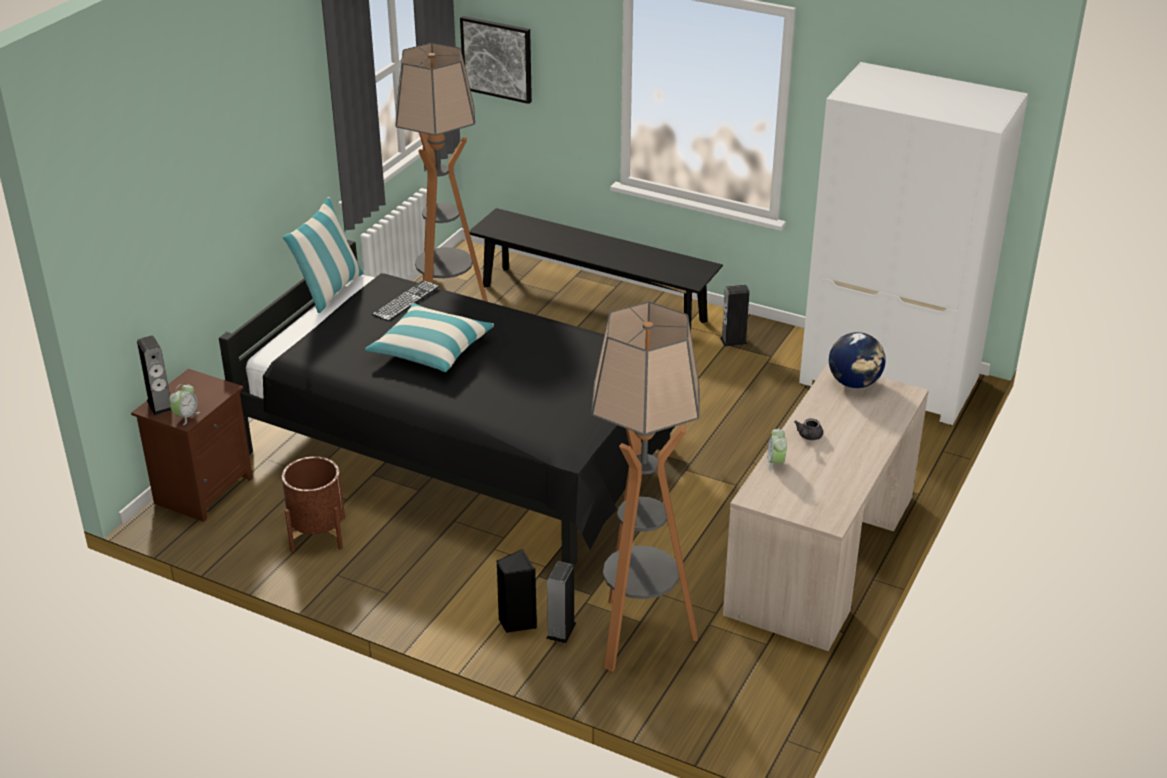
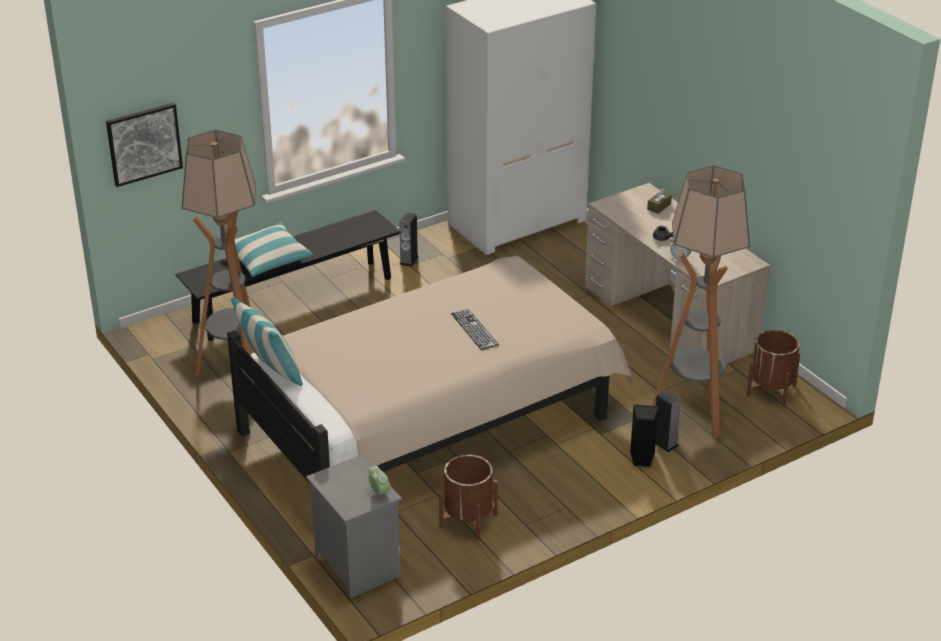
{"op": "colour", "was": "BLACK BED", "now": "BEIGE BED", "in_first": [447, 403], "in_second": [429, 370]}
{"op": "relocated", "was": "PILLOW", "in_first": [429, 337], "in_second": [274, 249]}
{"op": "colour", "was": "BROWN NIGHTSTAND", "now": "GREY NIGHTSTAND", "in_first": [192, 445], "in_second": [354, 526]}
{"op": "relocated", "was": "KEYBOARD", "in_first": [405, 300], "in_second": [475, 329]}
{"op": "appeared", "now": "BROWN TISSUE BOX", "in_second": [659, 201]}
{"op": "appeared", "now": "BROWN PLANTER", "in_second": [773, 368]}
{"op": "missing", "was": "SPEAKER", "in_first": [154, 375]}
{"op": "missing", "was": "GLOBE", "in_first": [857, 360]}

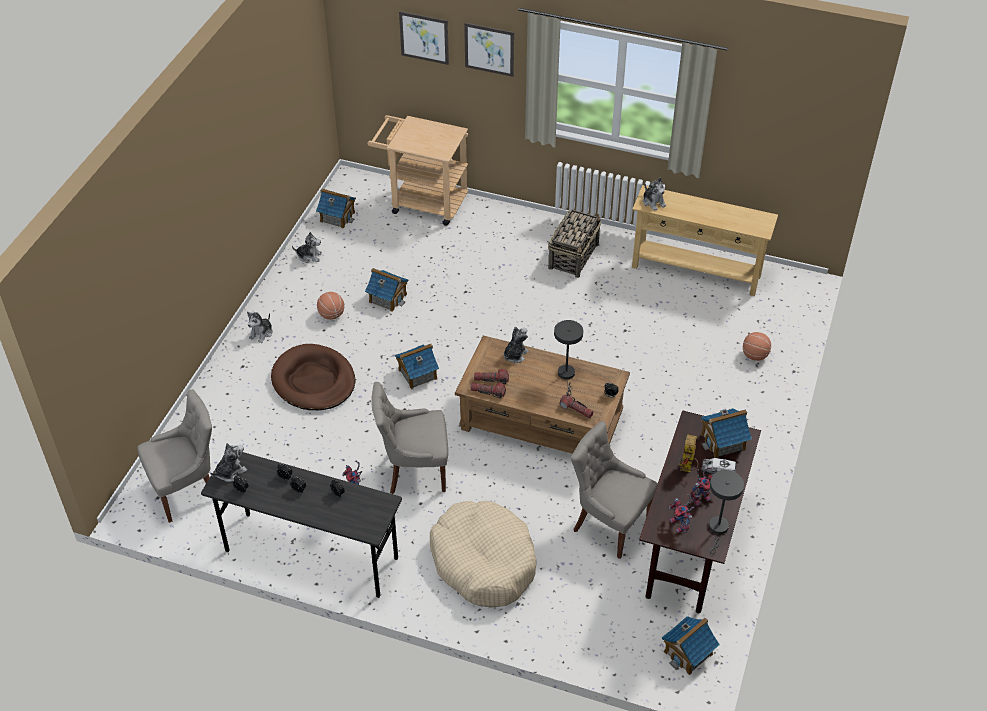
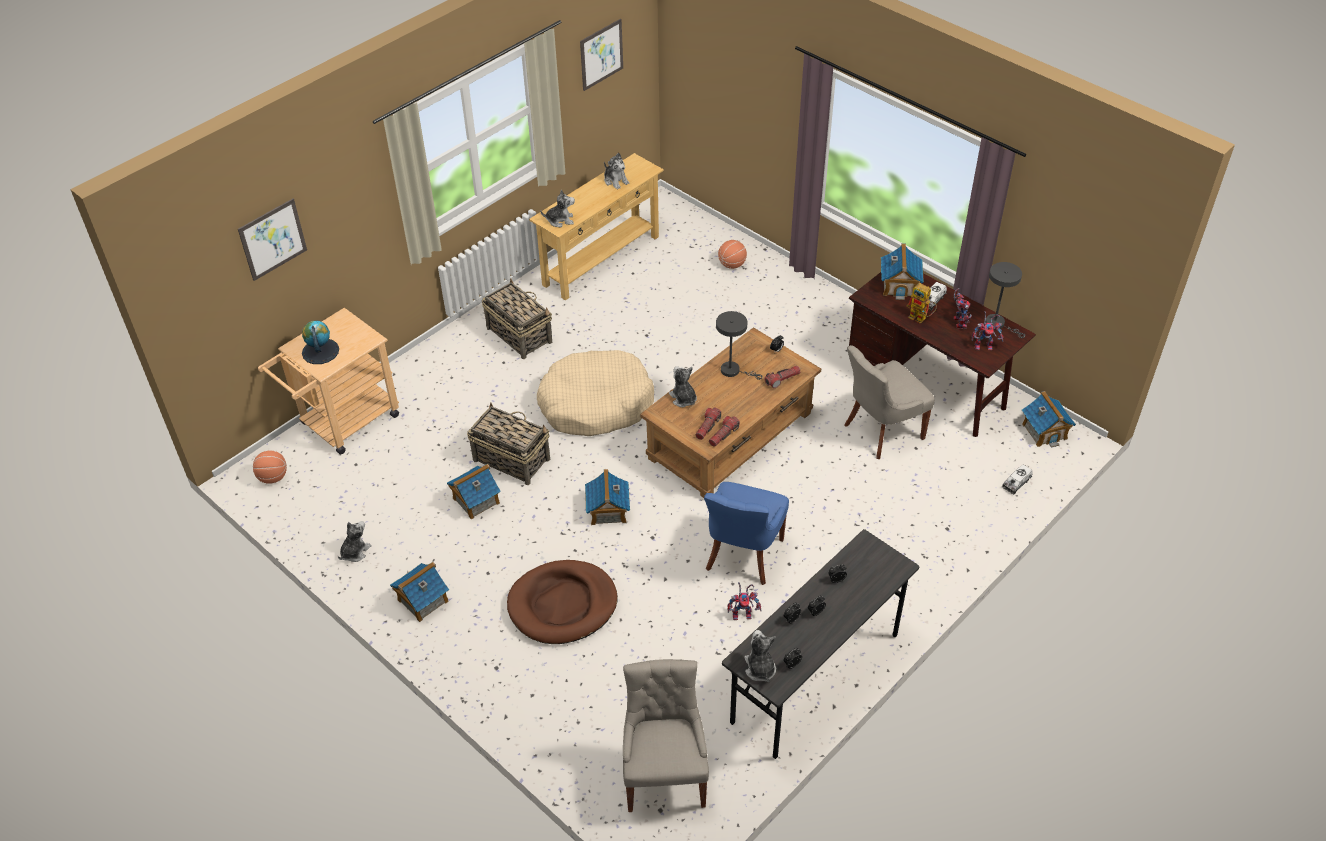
{"op": "relocated", "was": "BASKETBALL", "in_first": [330, 306], "in_second": [270, 467]}
{"op": "appeared", "now": "GLOBE", "in_second": [320, 342]}
{"op": "relocated", "was": "TOY HOUSE", "in_first": [336, 208], "in_second": [419, 592]}
{"op": "appeared", "now": "BASKET", "in_second": [508, 443]}
{"op": "relocated", "was": "BEIGE DOG BED", "in_first": [483, 554], "in_second": [595, 393]}
{"op": "relocated", "was": "PICTURE", "in_first": [489, 50], "in_second": [601, 55]}
{"op": "relocated", "was": "PLUSH TOY", "in_first": [260, 327], "in_second": [616, 171]}
{"op": "colour", "was": "GREY CHAIR", "now": "BLUE CHAIR", "in_first": [409, 438], "in_second": [746, 533]}
{"op": "appeared", "now": "TOY TRUCK", "in_second": [1017, 479]}

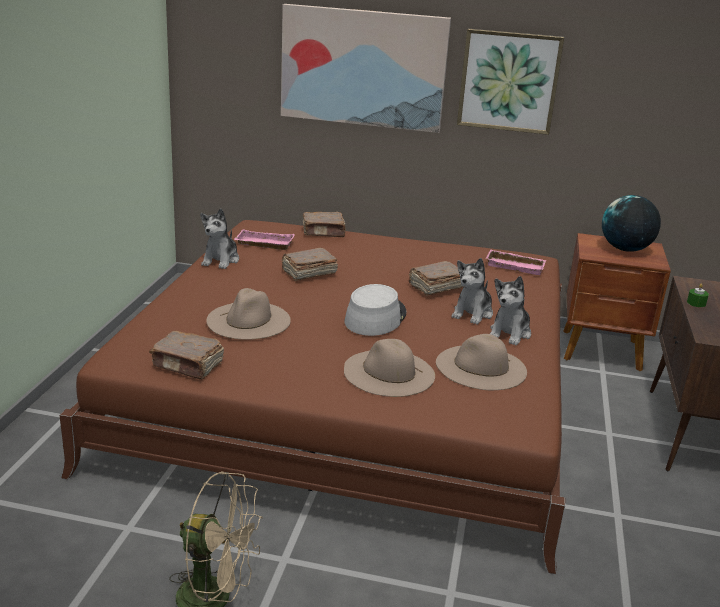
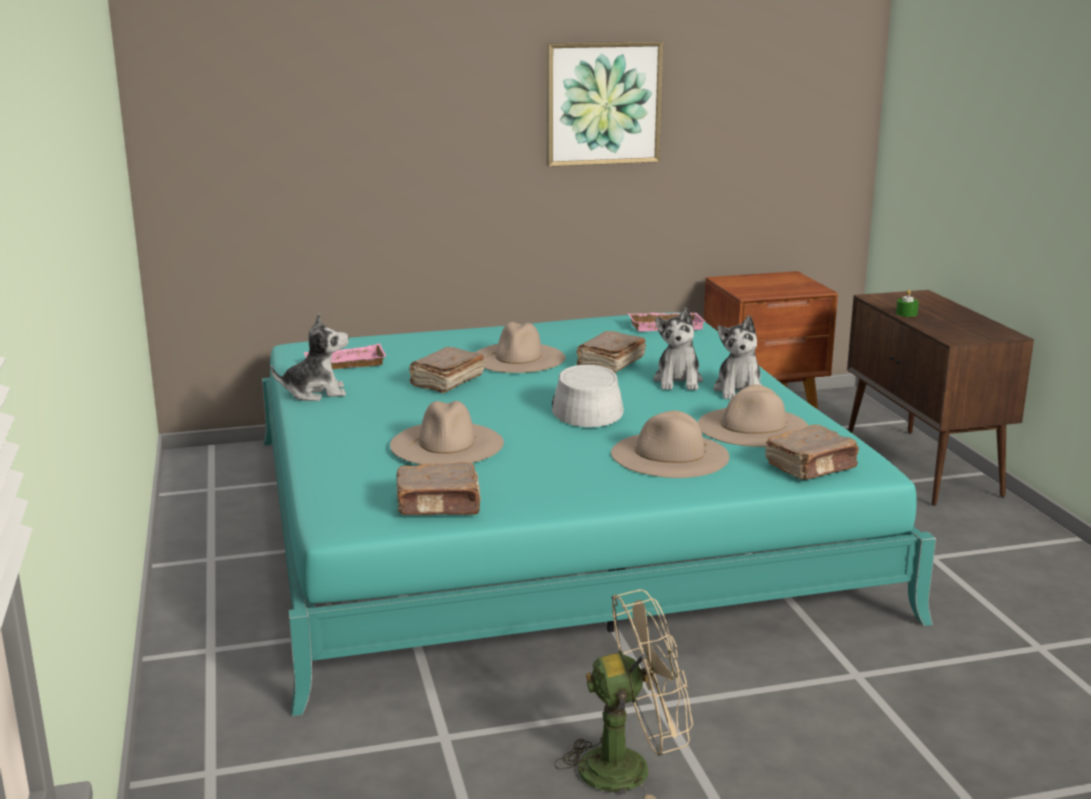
{"op": "colour", "was": "BROWN BED", "now": "TURQUOISE BED", "in_first": [312, 397], "in_second": [599, 514]}
{"op": "spun", "was": "PLUSH TOY", "in_first": [219, 238], "in_second": [309, 357], "clockwise": -90}
{"op": "appeared", "now": "BEIGE HAT", "in_second": [520, 347]}
{"op": "relocated", "was": "BROWN BOOK", "in_first": [324, 224], "in_second": [812, 452]}
{"op": "missing", "was": "PICTURE", "in_first": [366, 68]}
{"op": "missing", "was": "GLOBE", "in_first": [631, 223]}

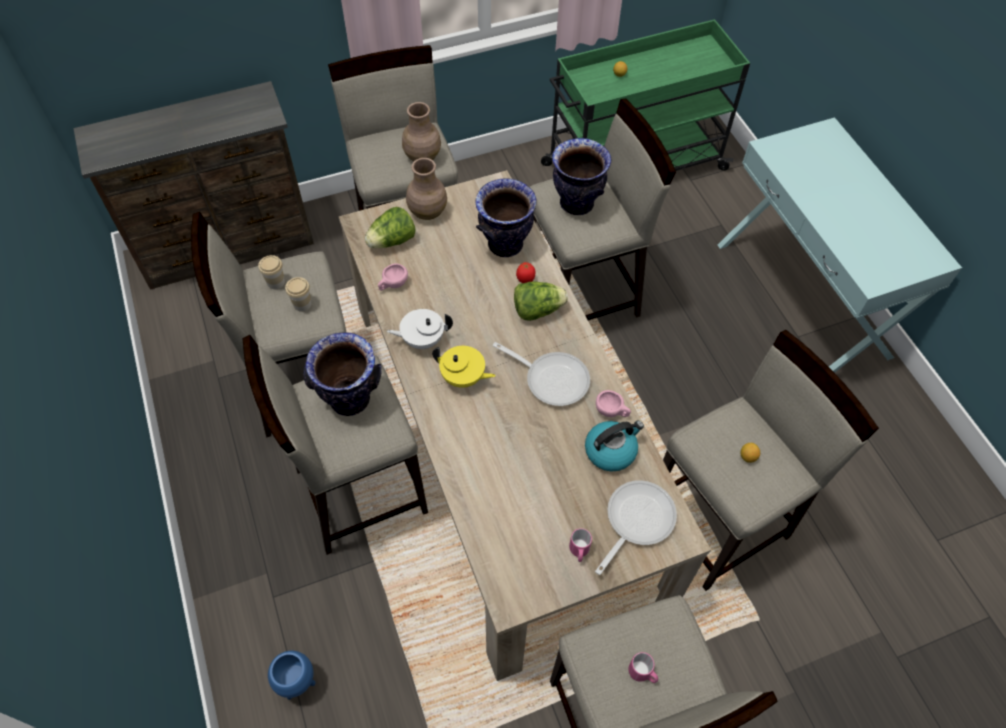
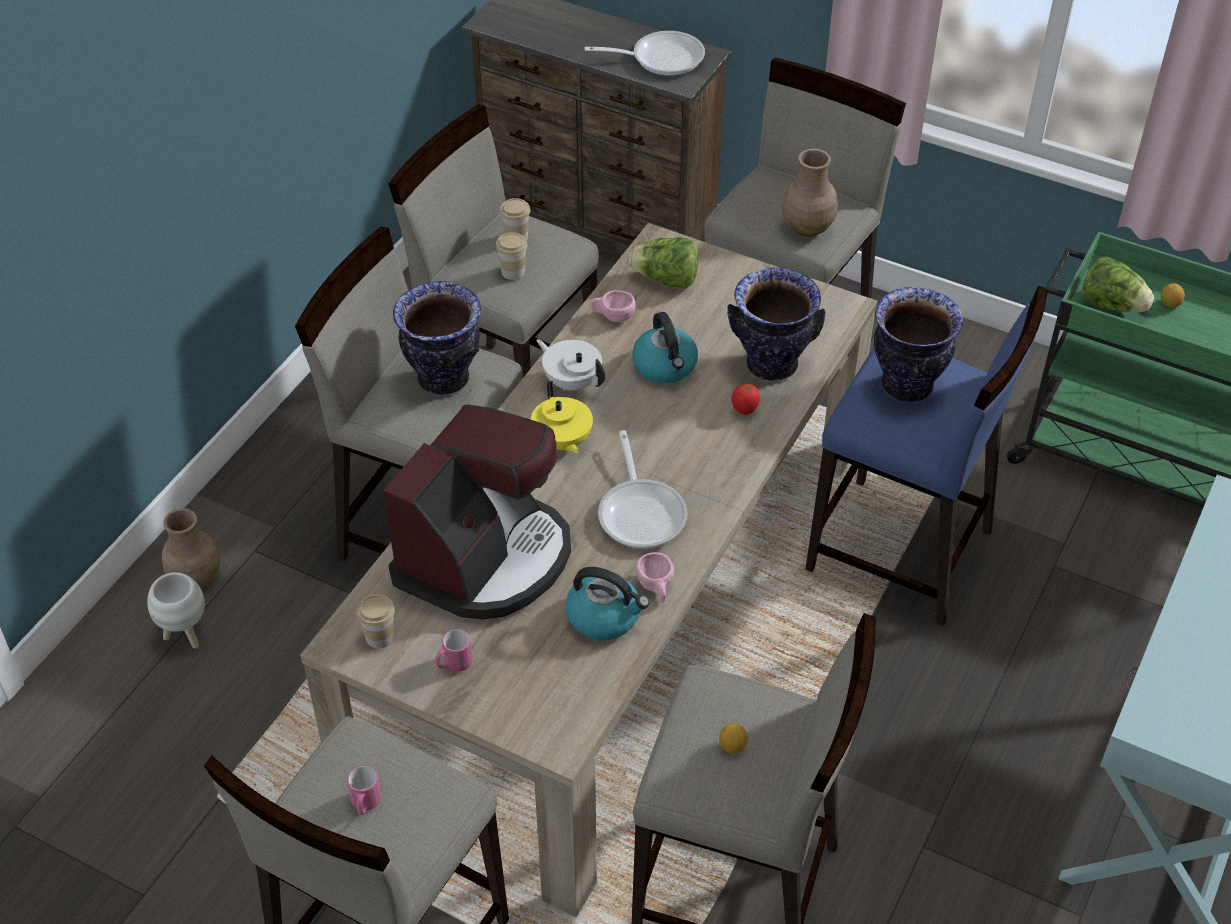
{"op": "colour", "was": "BLUE PLANTER", "now": "WHITE PLANTER", "in_first": [292, 675], "in_second": [176, 610]}
{"op": "relocated", "was": "BROWN VASE", "in_first": [426, 189], "in_second": [191, 548]}
{"op": "appeared", "now": "CUP", "in_second": [375, 621]}
{"op": "appeared", "now": "COFFEE MACHINE", "in_second": [477, 511]}
{"op": "relocated", "was": "FRYING PAN", "in_first": [636, 527], "in_second": [645, 53]}
{"op": "appeared", "now": "KETTLE", "in_second": [665, 348]}
{"op": "colour", "was": "BEIGE STOOL", "now": "BLUE STOOL", "in_first": [603, 209], "in_second": [926, 456]}
{"op": "relocated", "was": "LETTUCE", "in_first": [541, 301], "in_second": [1118, 284]}

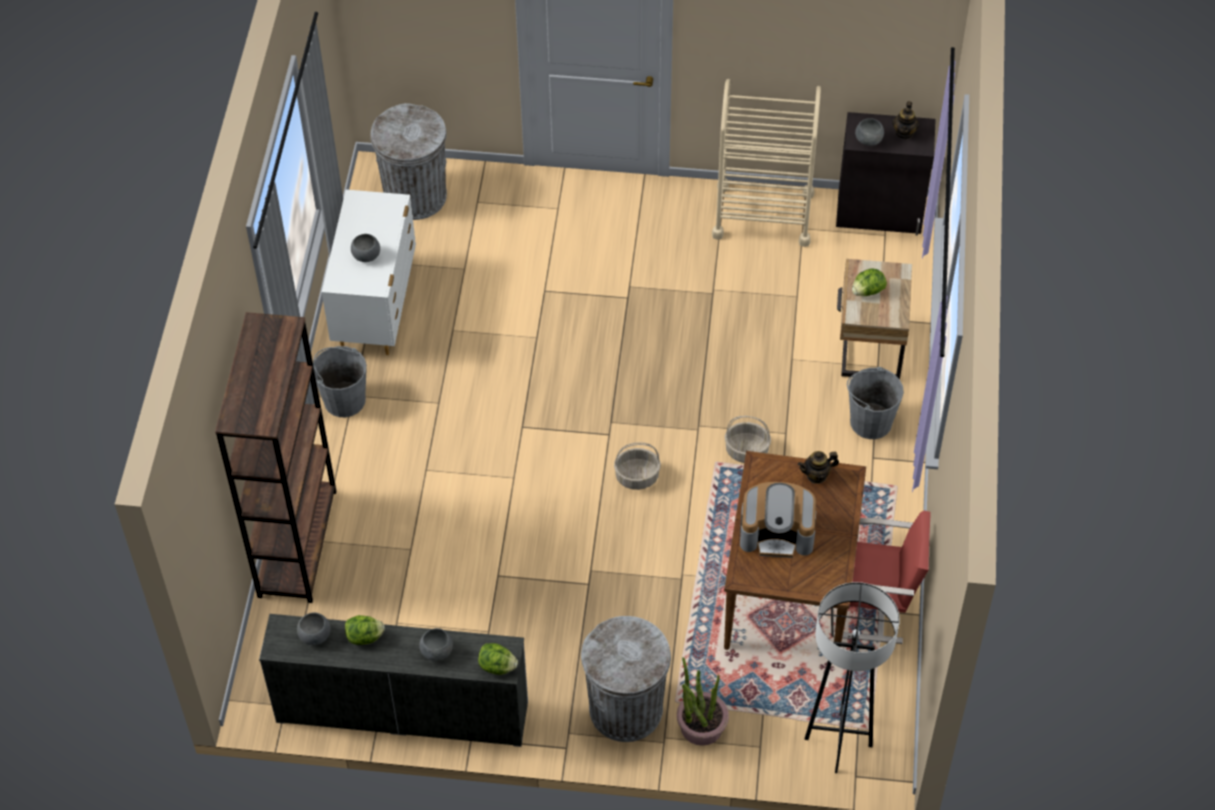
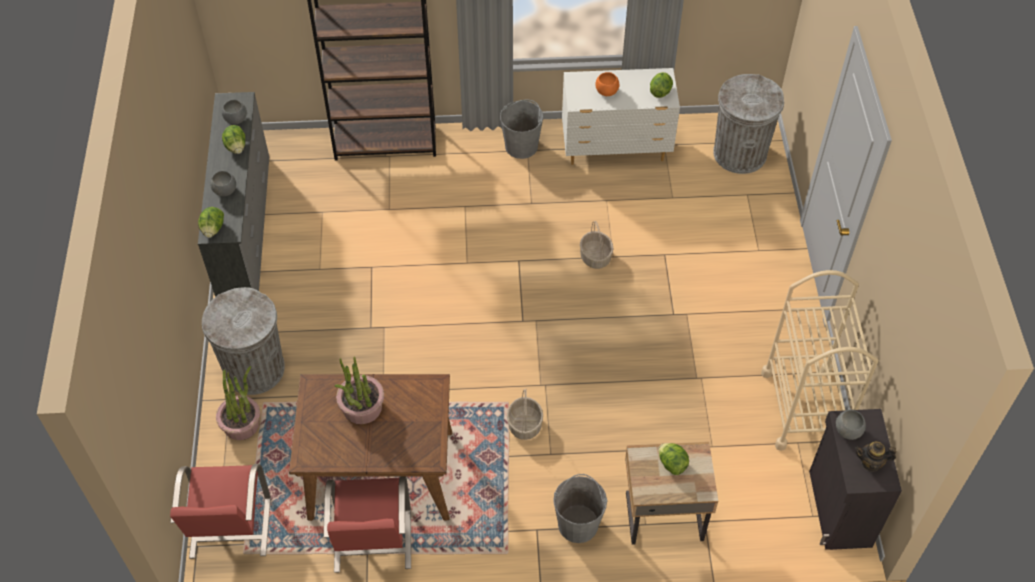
{"op": "exchanged", "was": "GREY FLOOR LAMP", "now": "RED CHAIR", "in_first": [852, 677], "in_second": [220, 511]}
{"op": "exchanged", "was": "COFFEE MACHINE", "now": "POTTED PLANT", "in_first": [778, 520], "in_second": [359, 390]}
{"op": "relocated", "was": "BASKET", "in_first": [637, 466], "in_second": [596, 245]}
{"op": "colour", "was": "GREY BOWL", "now": "ORANGE BOWL", "in_first": [365, 248], "in_second": [608, 84]}
{"op": "appeared", "now": "LETTUCE", "in_second": [661, 85]}
{"op": "missing", "was": "TEAPOT", "in_first": [818, 467]}

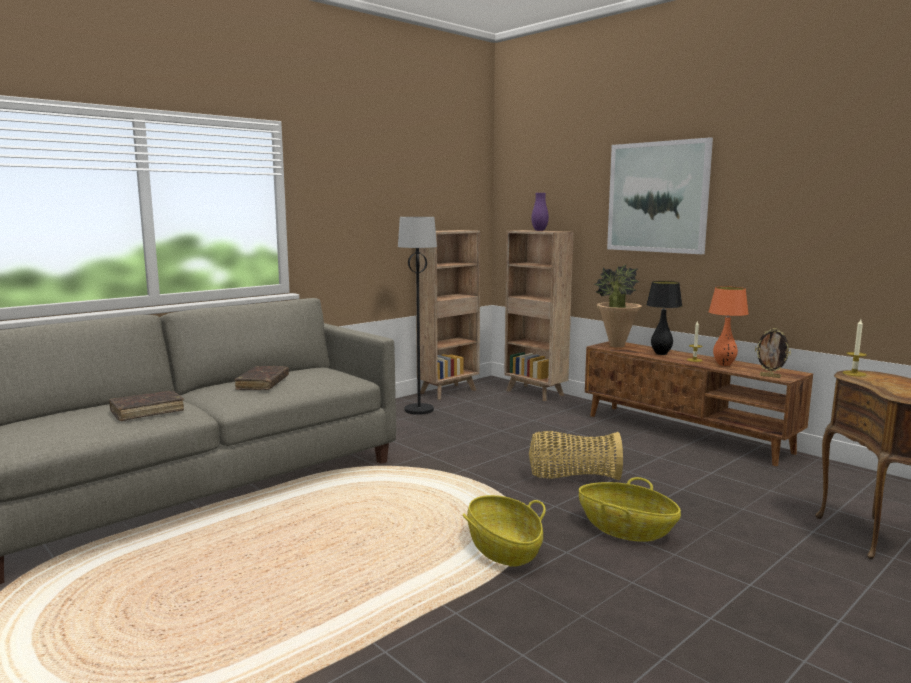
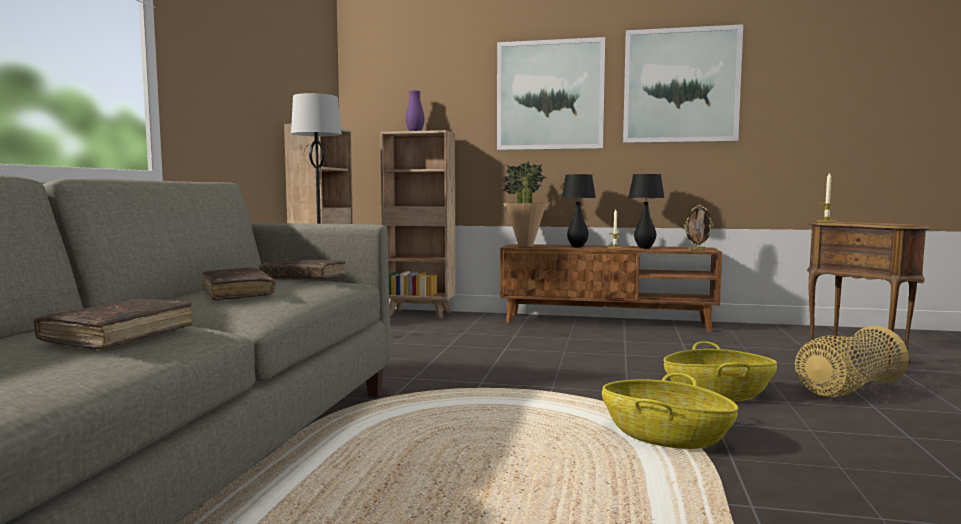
{"op": "appeared", "now": "BROWN BOOK", "in_second": [302, 269]}
{"op": "appeared", "now": "PICTURE", "in_second": [683, 83]}
{"op": "colour", "was": "ORANGE TABLE LAMP", "now": "BLACK TABLE LAMP", "in_first": [729, 326], "in_second": [646, 211]}
{"op": "relocated", "was": "BASKET", "in_first": [576, 455], "in_second": [852, 361]}

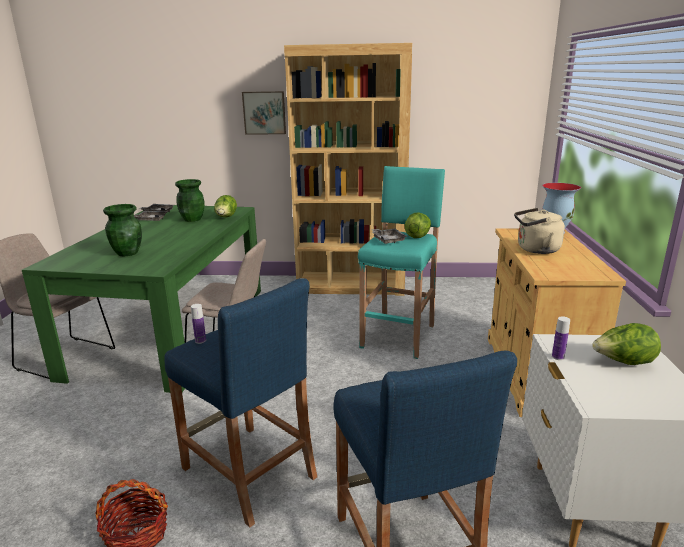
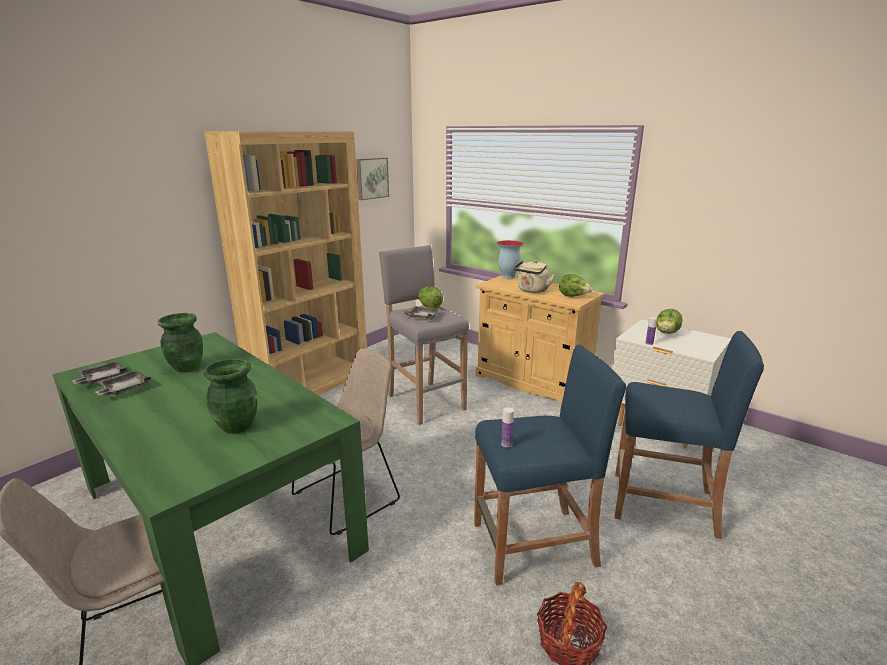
{"op": "relocated", "was": "PICTURE", "in_first": [264, 113], "in_second": [372, 179]}
{"op": "colour", "was": "TURQUOISE STOOL", "now": "GREY STOOL", "in_first": [401, 262], "in_second": [424, 335]}
{"op": "relocated", "was": "LETTUCE", "in_first": [225, 206], "in_second": [576, 285]}

